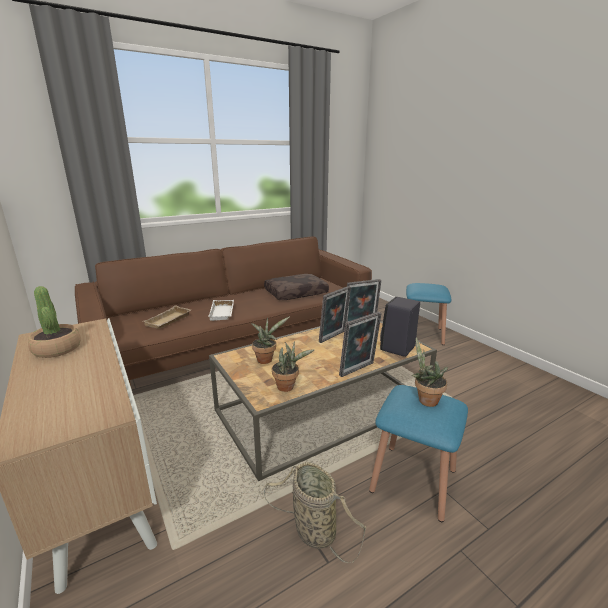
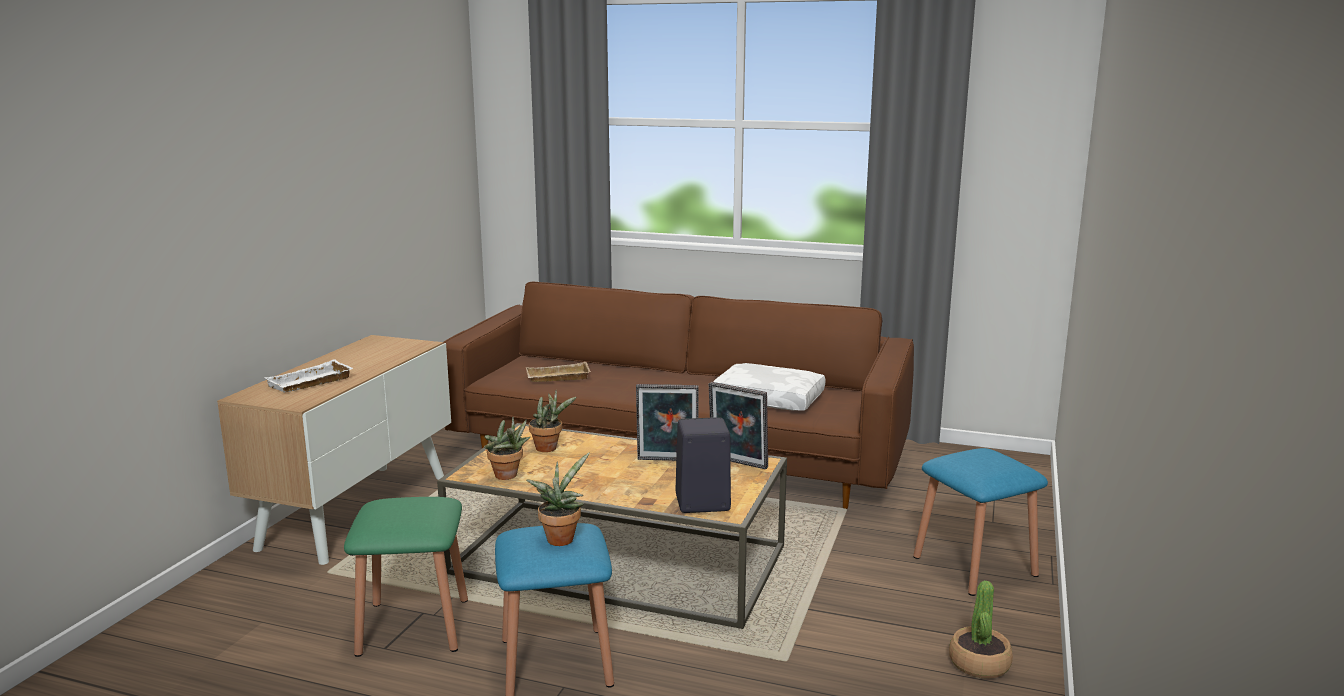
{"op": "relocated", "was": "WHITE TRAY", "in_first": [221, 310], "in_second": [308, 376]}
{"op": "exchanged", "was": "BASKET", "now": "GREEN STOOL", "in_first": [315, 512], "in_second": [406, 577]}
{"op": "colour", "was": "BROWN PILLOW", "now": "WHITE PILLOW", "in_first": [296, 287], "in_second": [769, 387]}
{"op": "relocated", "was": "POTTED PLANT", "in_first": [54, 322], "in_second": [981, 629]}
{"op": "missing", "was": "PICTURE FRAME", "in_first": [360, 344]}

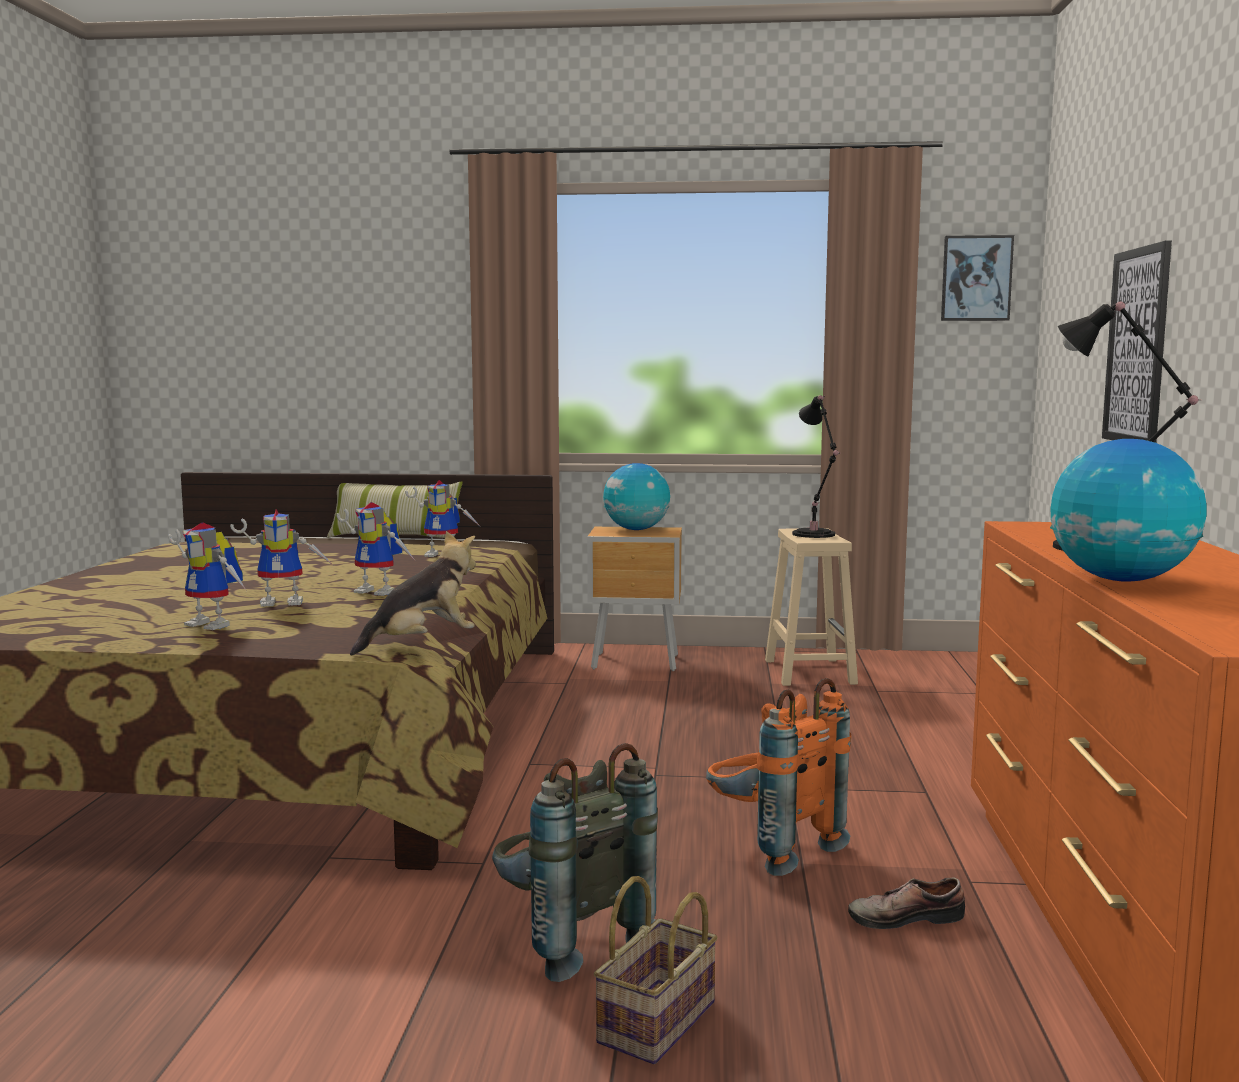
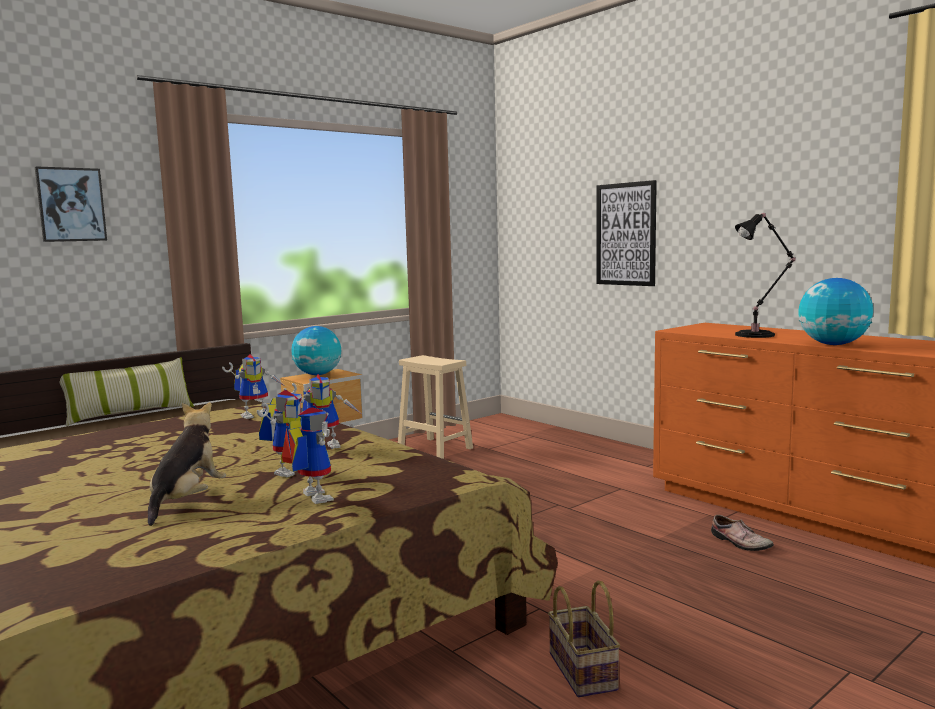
{"op": "relocated", "was": "PICTURE", "in_first": [977, 278], "in_second": [71, 204]}
{"op": "relocated", "was": "PLUSH TOY", "in_first": [413, 593], "in_second": [187, 464]}
{"op": "spun", "was": "TOY ROBOT", "in_first": [207, 576], "in_second": [307, 455], "clockwise": -105}
{"op": "relocated", "was": "BASKET", "in_first": [656, 970], "in_second": [584, 638]}
{"op": "spun", "was": "SHOE", "in_first": [906, 903], "in_second": [742, 533], "clockwise": -75}
{"op": "missing", "was": "GREY BACKPACK", "in_first": [575, 862]}
{"op": "missing", "was": "ORANGE BACKPACK", "in_first": [778, 777]}
{"op": "missing", "was": "BLACK TABLE LAMP", "in_first": [815, 466]}

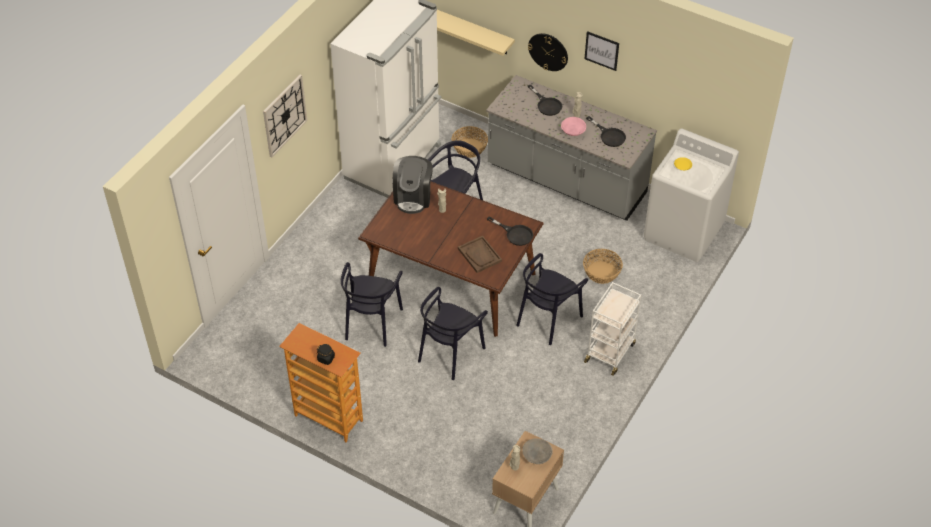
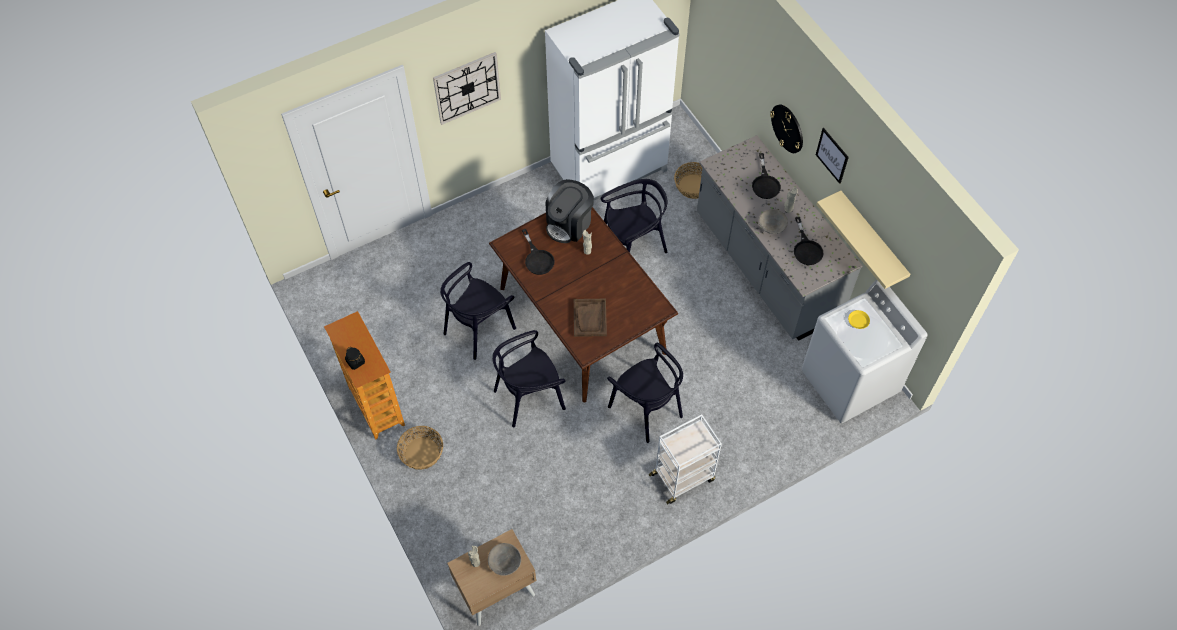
{"op": "relocated", "was": "BASKET", "in_first": [603, 266], "in_second": [420, 448]}
{"op": "relocated", "was": "BLACK FRYING PAN", "in_first": [510, 231], "in_second": [538, 252]}
{"op": "spun", "was": "BLACK CHAIR", "in_first": [552, 299], "in_second": [645, 393], "clockwise": -105}
{"op": "colour", "was": "PINK BOWL", "now": "GREY BOWL", "in_first": [573, 126], "in_second": [773, 221]}
{"op": "relocated", "was": "BEIGE SHELF", "in_first": [476, 33], "in_second": [863, 240]}

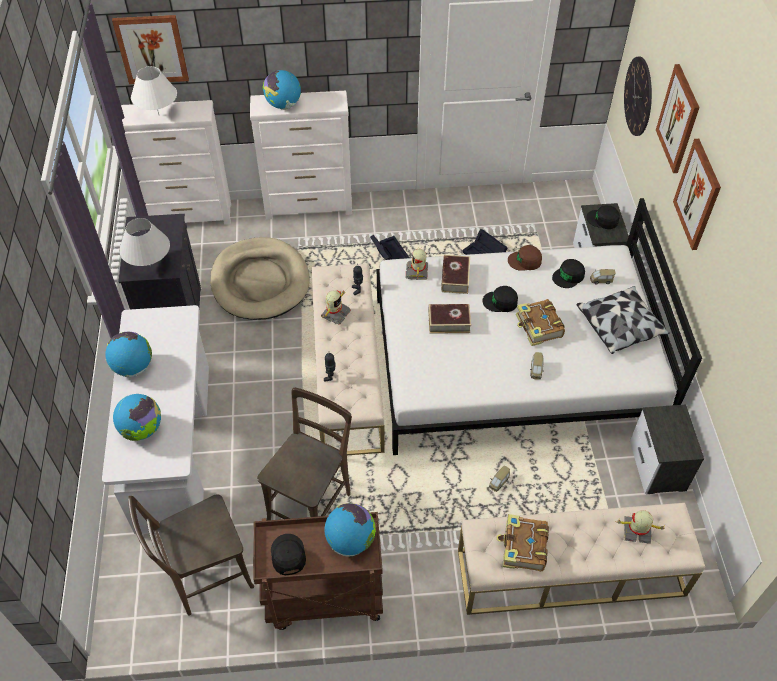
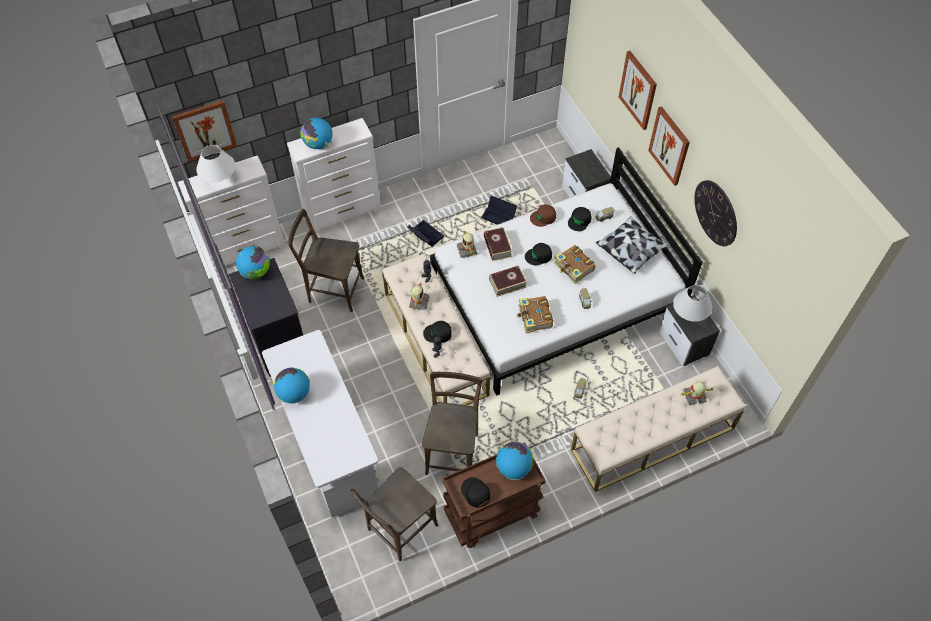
{"op": "relocated", "was": "GLOBE", "in_first": [137, 417], "in_second": [253, 262]}
{"op": "exchanged", "was": "BEIGE DOG BED", "now": "BROWN CHAIR", "in_first": [260, 278], "in_second": [326, 260]}
{"op": "relocated", "was": "BLACK CAP", "in_first": [603, 217], "in_second": [437, 332]}
{"op": "relocated", "was": "BOOK", "in_first": [522, 542], "in_second": [534, 314]}
{"op": "relocated", "was": "WHITE TABLE LAMP", "in_first": [144, 242], "in_second": [692, 303]}
{"op": "relocated", "was": "WALL CLOCK", "in_first": [638, 96], "in_second": [715, 213]}

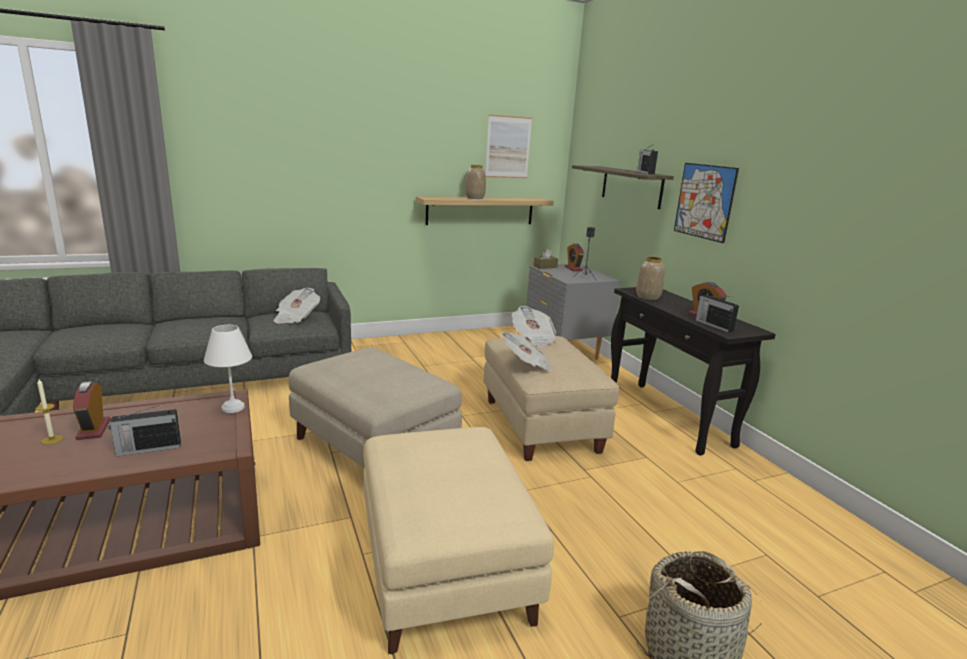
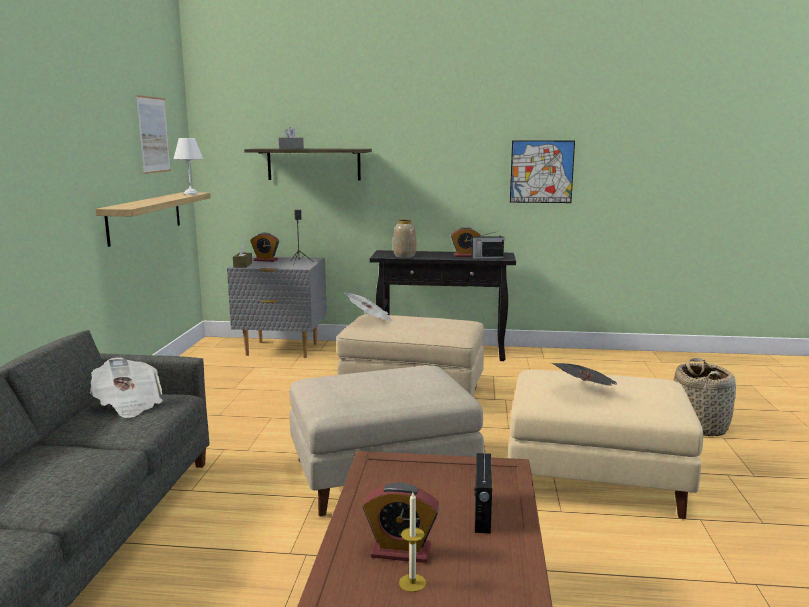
{"op": "relocated", "was": "WHITE TABLE LAMP", "in_first": [228, 369], "in_second": [188, 166]}
{"op": "appeared", "now": "GREY TISSUE BOX", "in_second": [291, 138]}
{"op": "relocated", "was": "PICTURE", "in_first": [706, 203], "in_second": [542, 172]}
{"op": "relocated", "was": "NEWSPAPER", "in_first": [527, 352], "in_second": [584, 374]}
{"op": "missing", "was": "VASE", "in_first": [475, 182]}
{"op": "missing", "was": "RADIO", "in_first": [647, 159]}

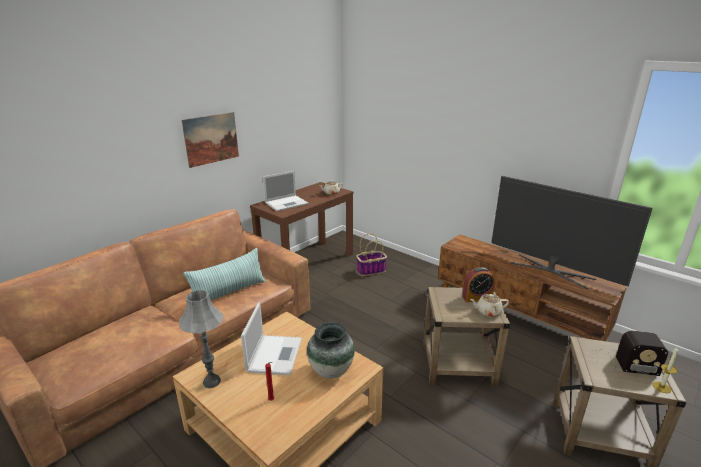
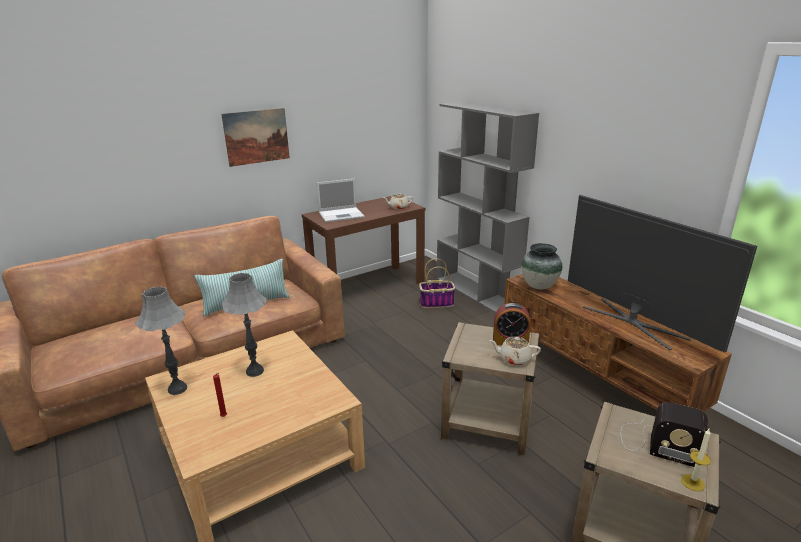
{"op": "exchanged", "was": "LAPTOP", "now": "GREY TABLE LAMP", "in_first": [271, 338], "in_second": [244, 325]}
{"op": "appeared", "now": "GREY BOOKCASE", "in_second": [488, 207]}
{"op": "relocated", "was": "VASE", "in_first": [331, 350], "in_second": [541, 266]}

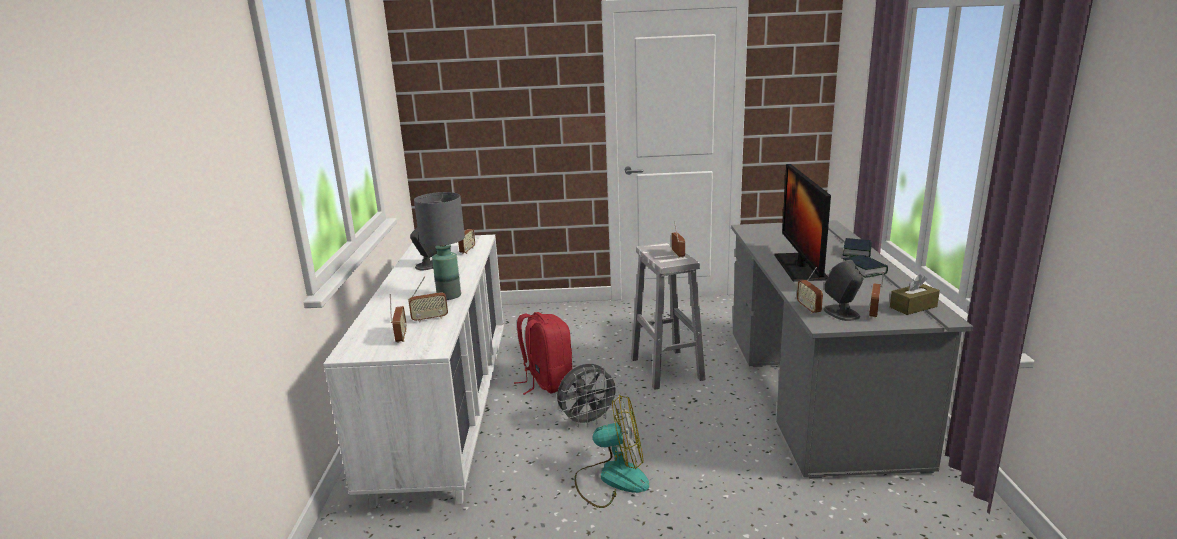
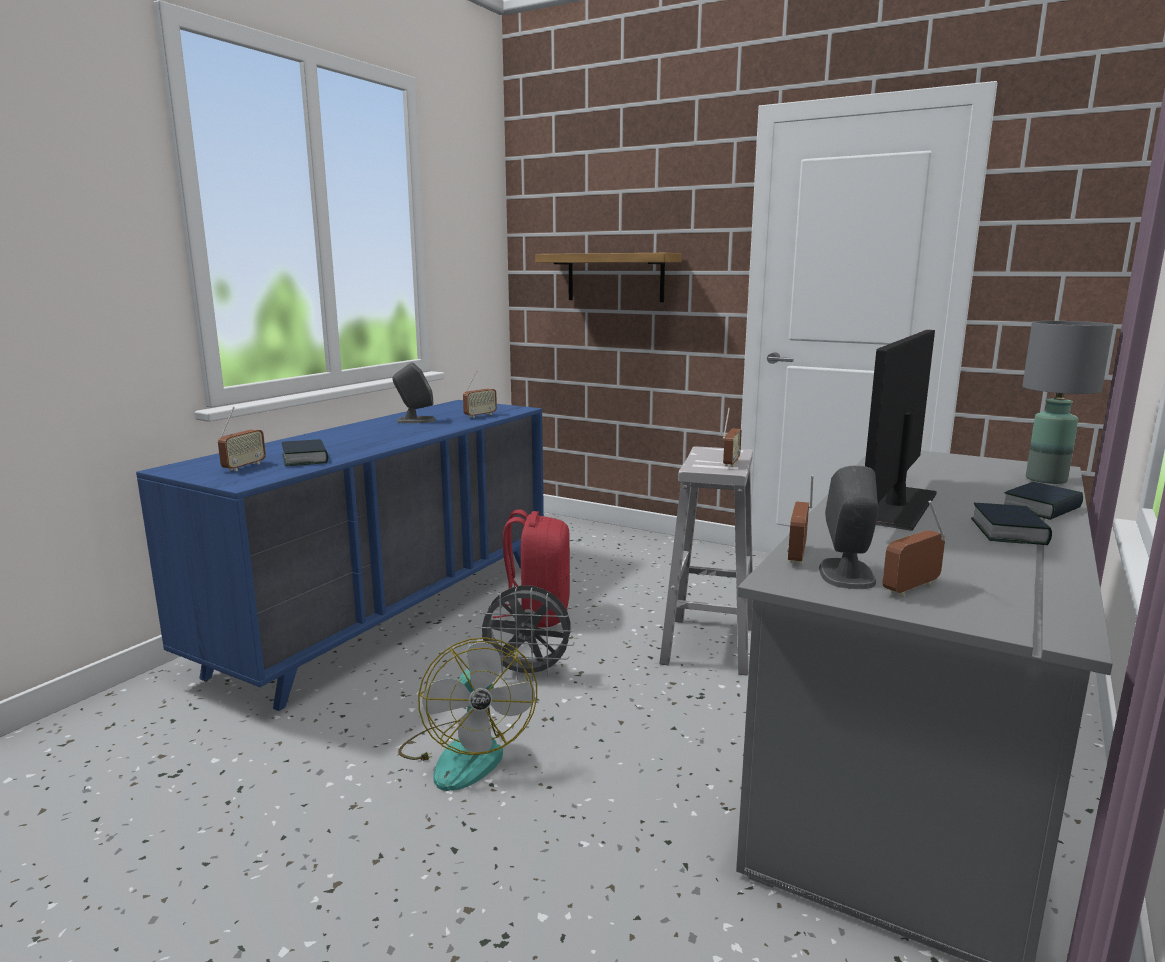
{"op": "colour", "was": "WHITE DRESSER", "now": "BLUE DRESSER", "in_first": [413, 371], "in_second": [340, 555]}
{"op": "exchanged", "was": "RADIO", "now": "BOOK", "in_first": [428, 299], "in_second": [305, 452]}
{"op": "spun", "was": "FAN", "in_first": [611, 451], "in_second": [467, 714], "clockwise": 45}
{"op": "appeared", "now": "SHELF", "in_second": [608, 277]}
{"op": "relocated", "was": "GREY TABLE LAMP", "in_first": [439, 246], "in_second": [1068, 402]}
{"op": "missing", "was": "BROWN TISSUE BOX", "in_first": [915, 294]}

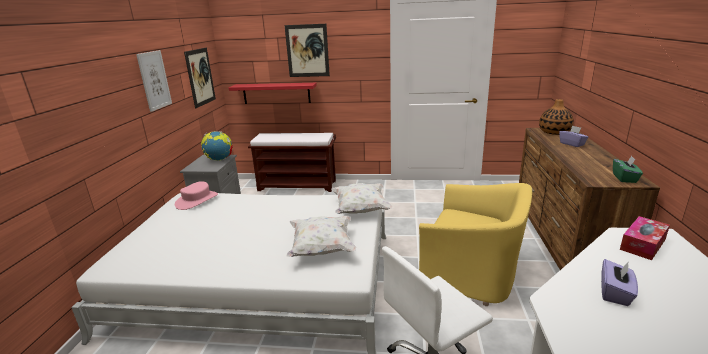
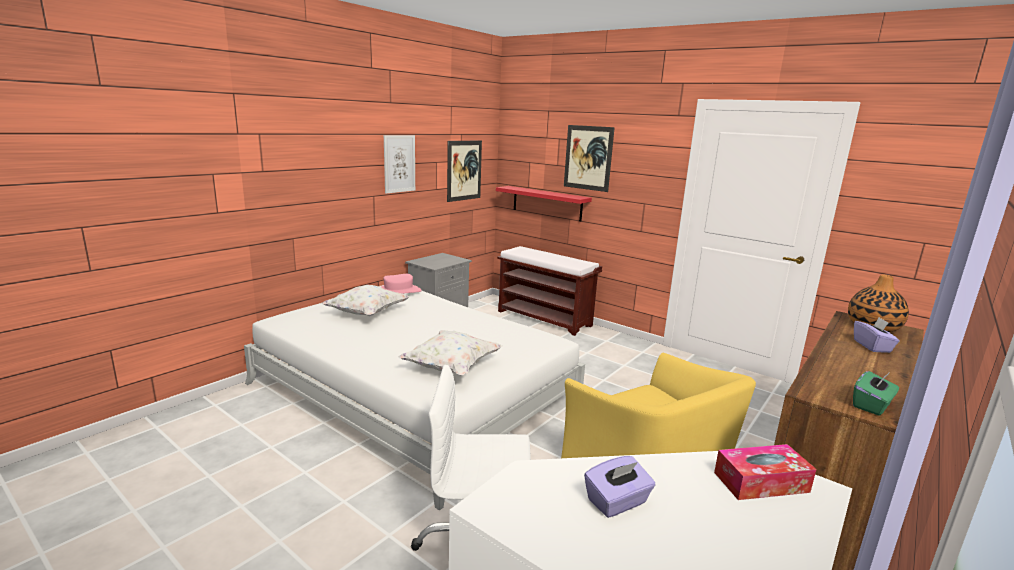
{"op": "relocated", "was": "WHITE PILLOW", "in_first": [361, 198], "in_second": [365, 300]}
{"op": "missing", "was": "GLOBE", "in_first": [217, 146]}

